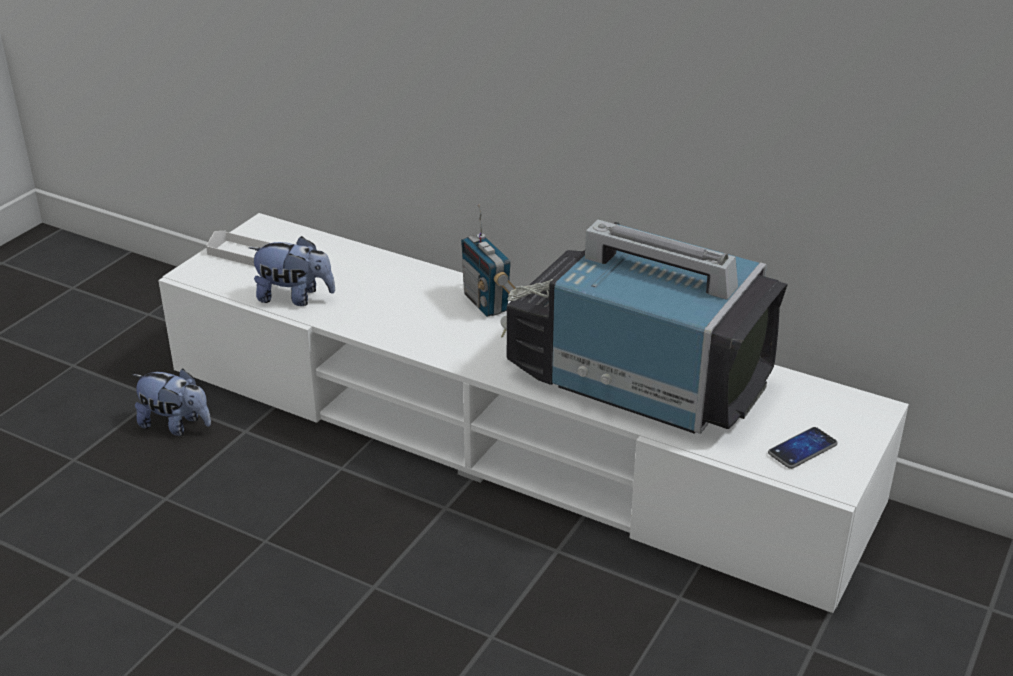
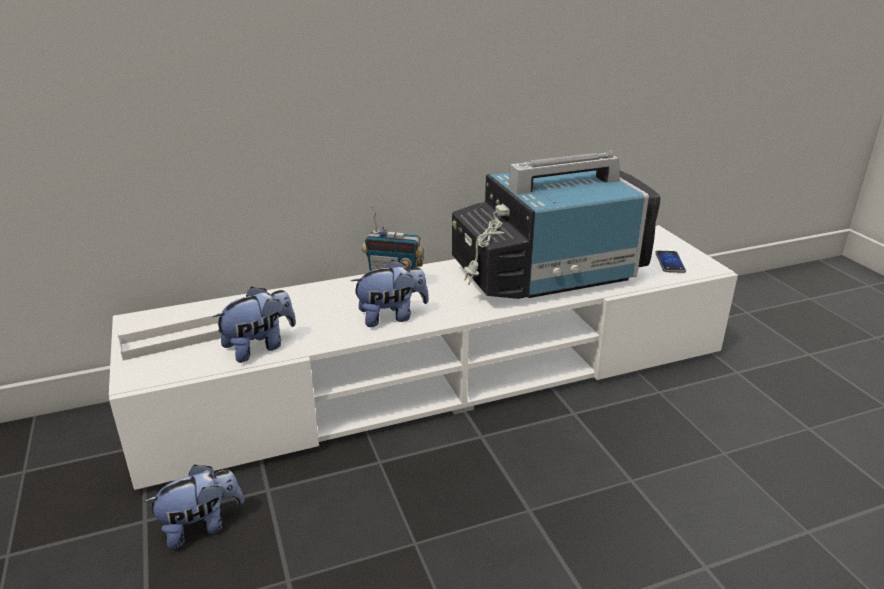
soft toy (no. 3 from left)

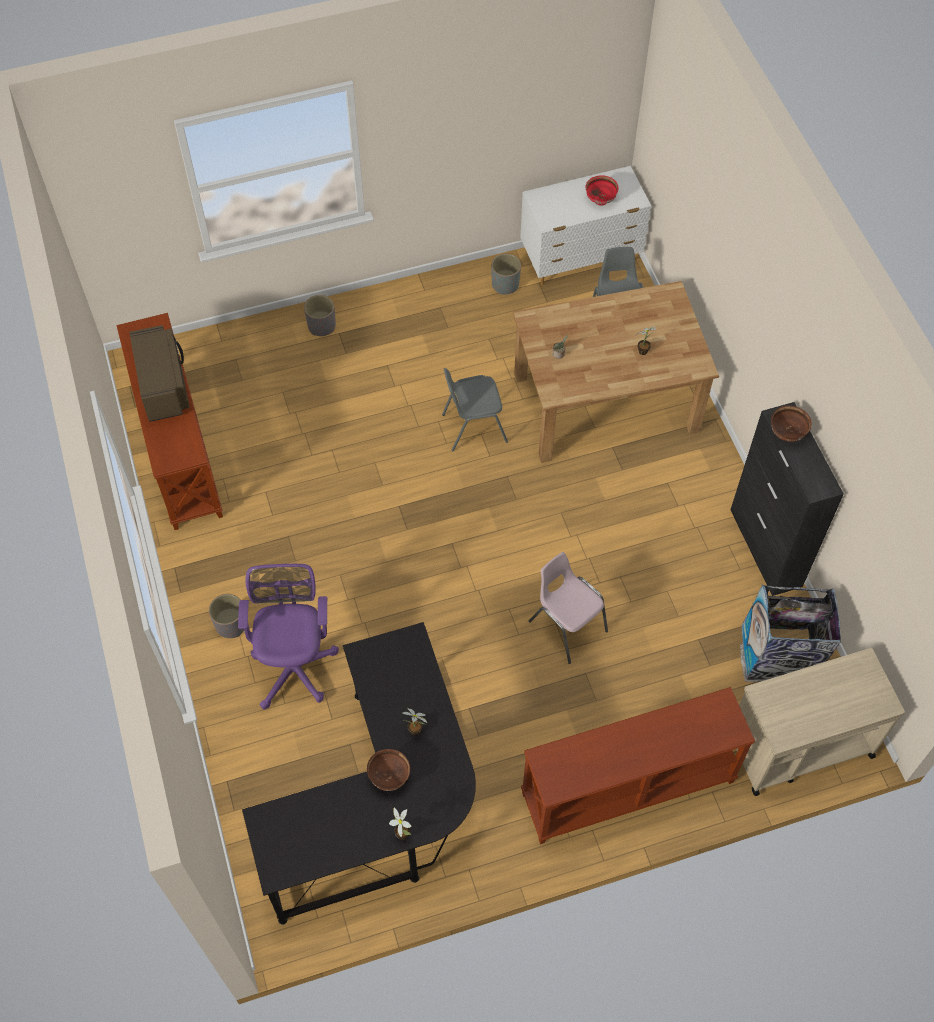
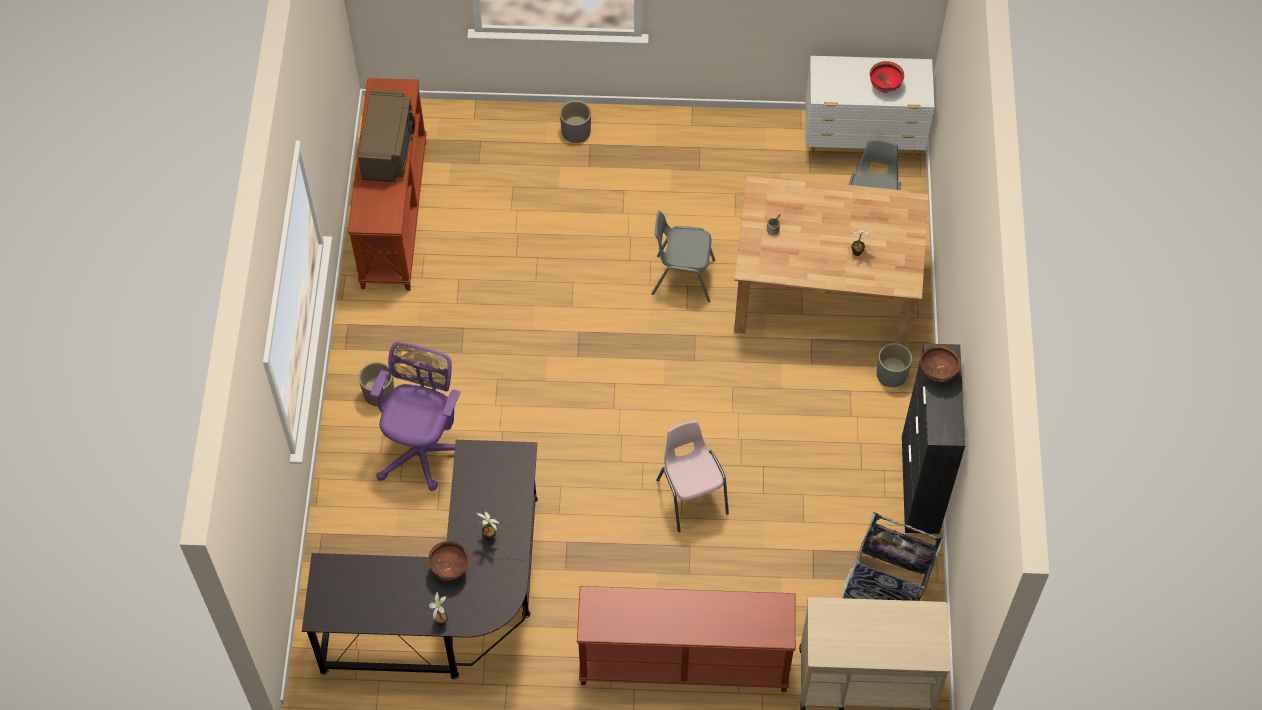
gray planter (no. 3 from left)

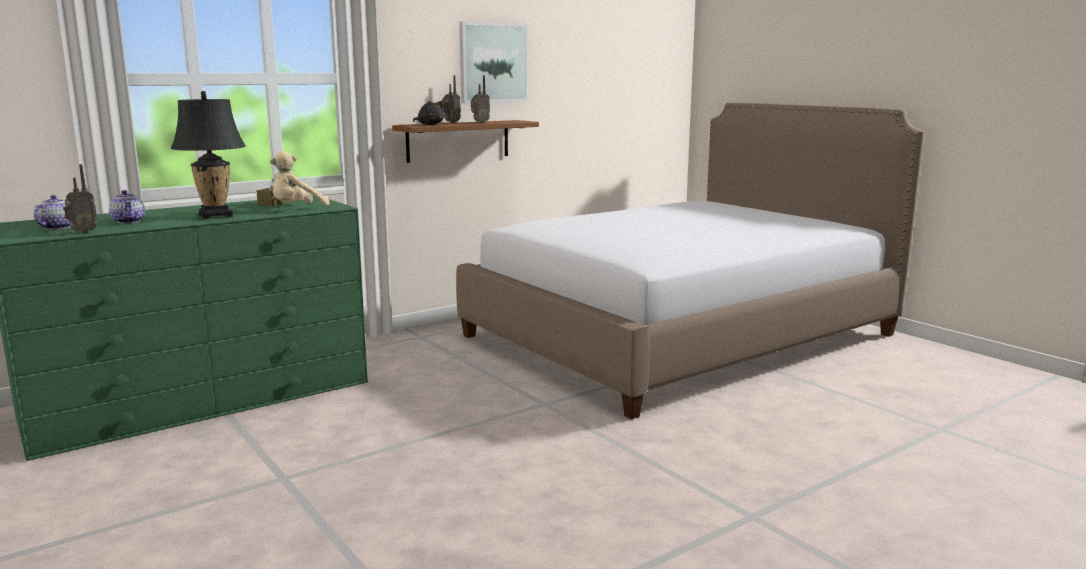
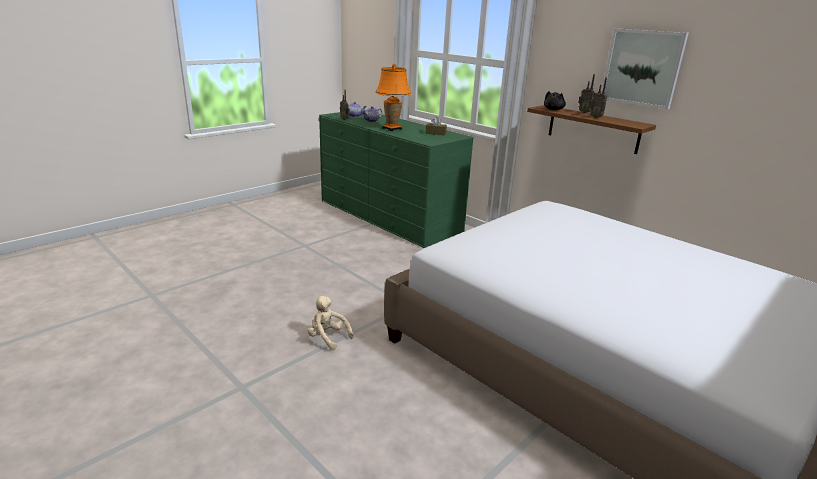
beige soft toy
orangey lamp for a table

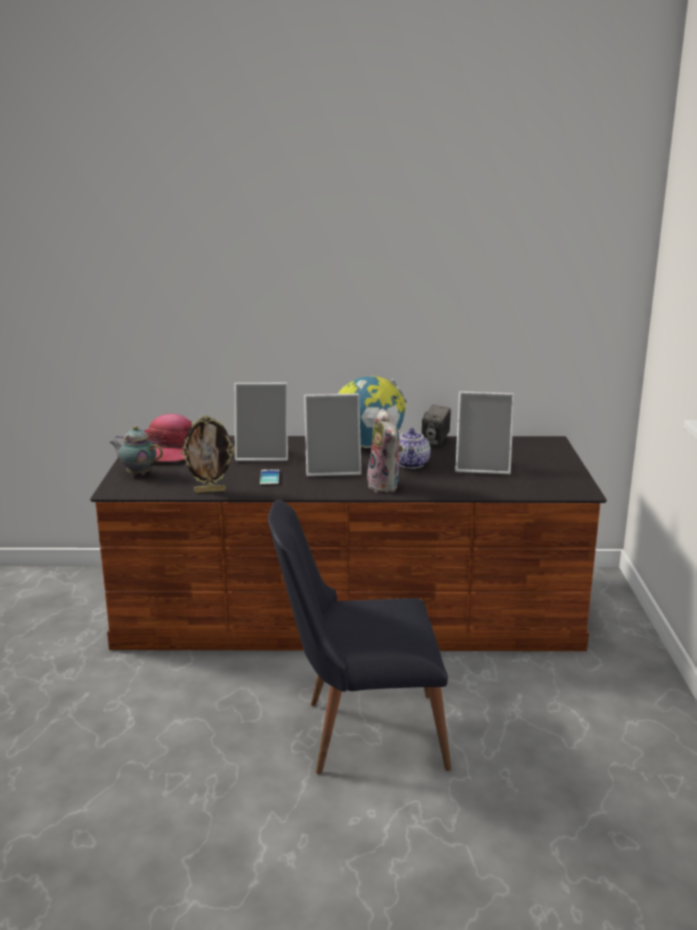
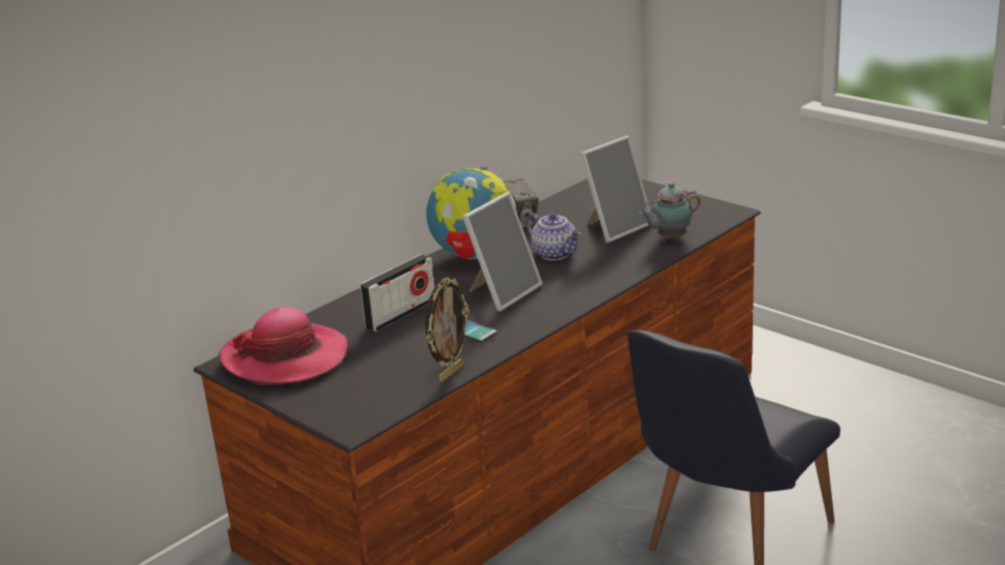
soft toy
pot for tea (no. 2 from left)
radio set

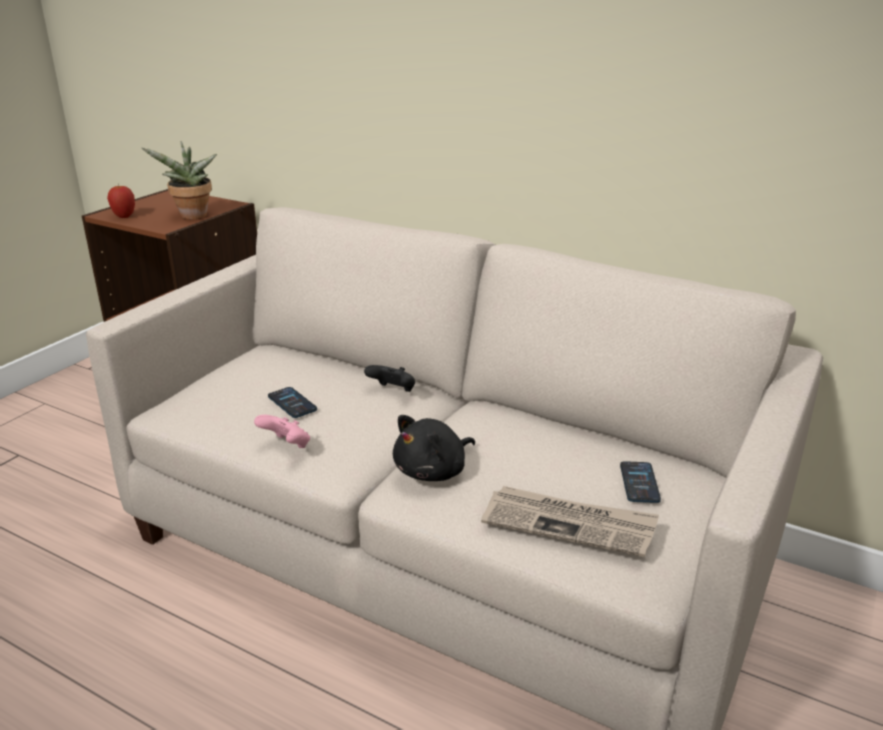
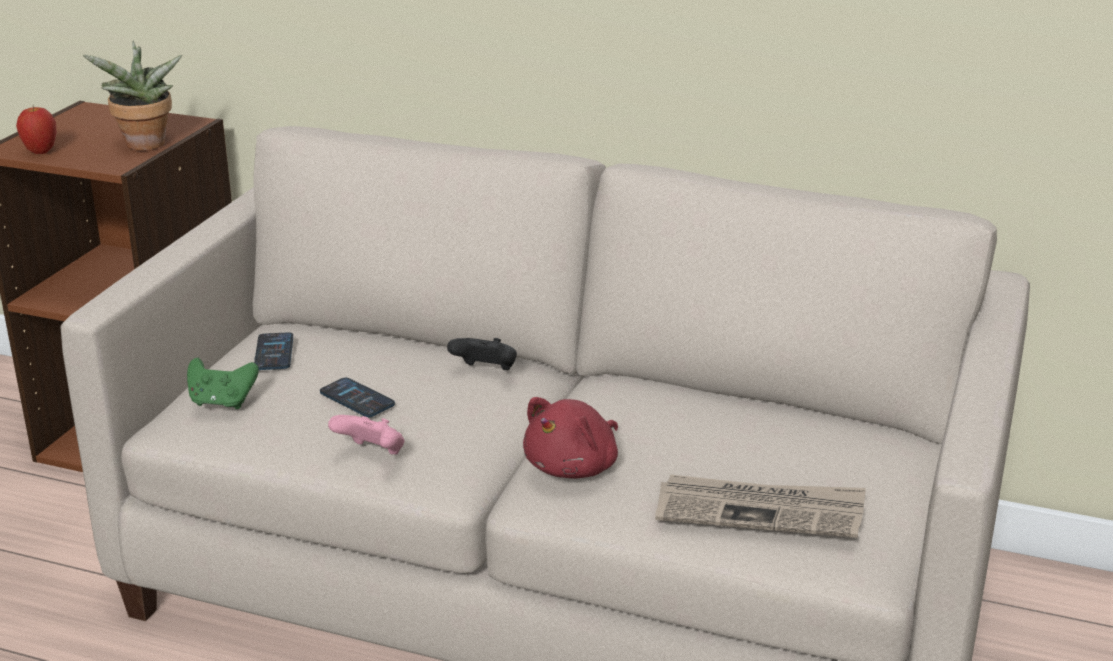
green-coloured gamepad
handset (no. 1 from left)
red soft toy

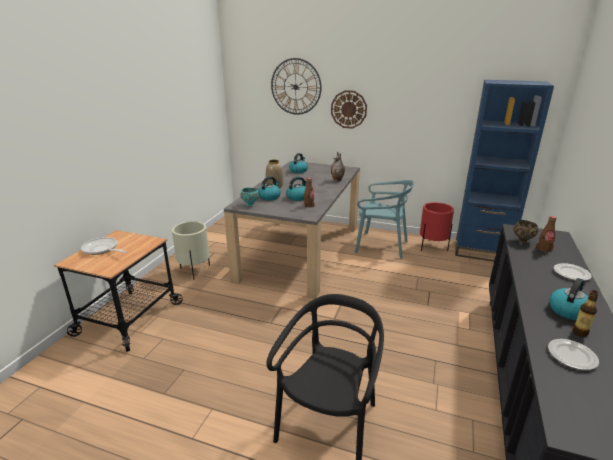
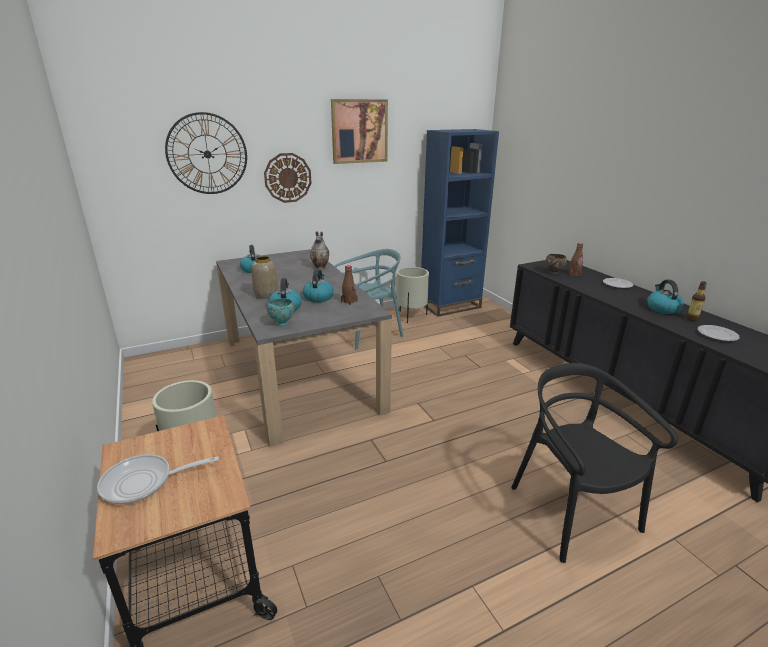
wall art
beige planter (no. 2 from left)

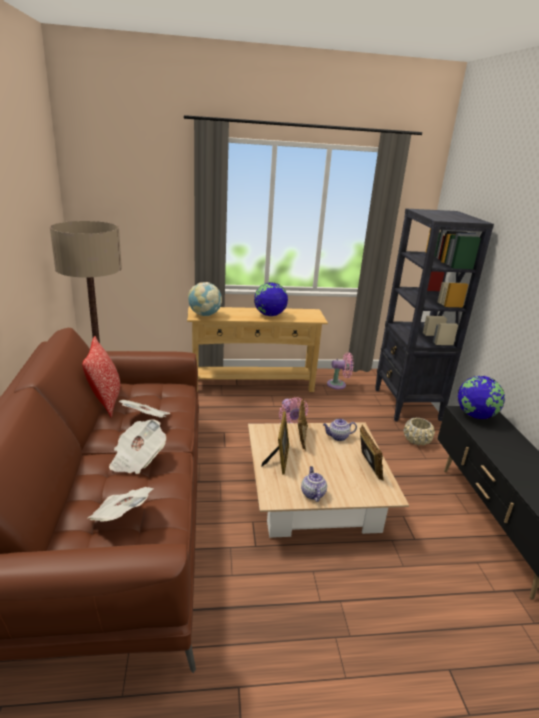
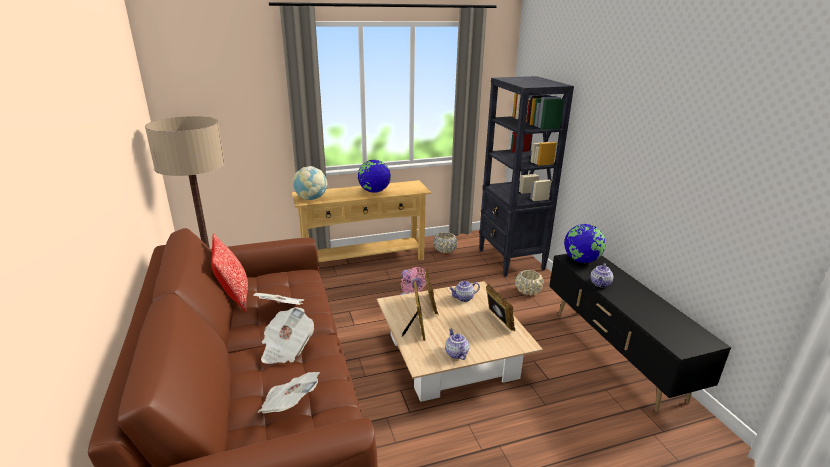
pot for tea (no. 3 from left)
beige planter (no. 1 from left)

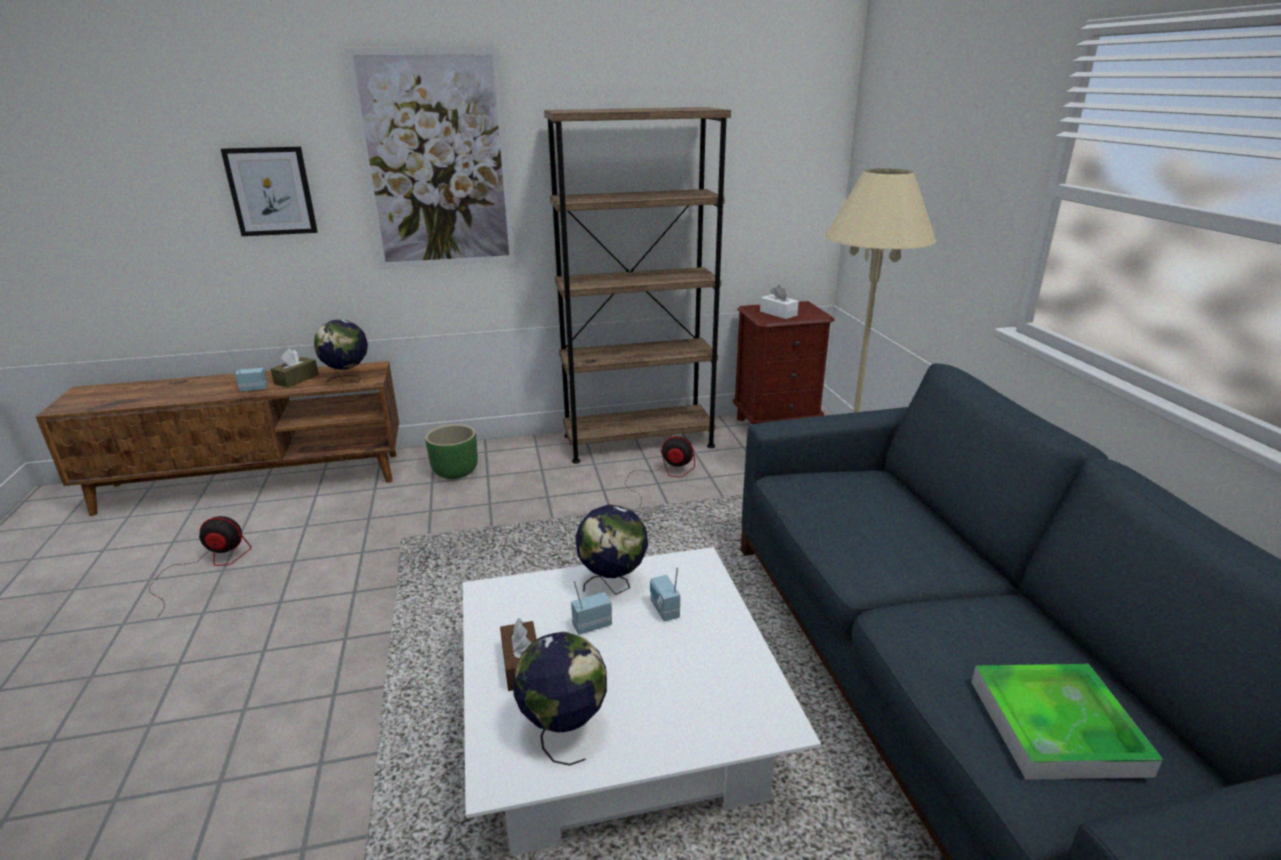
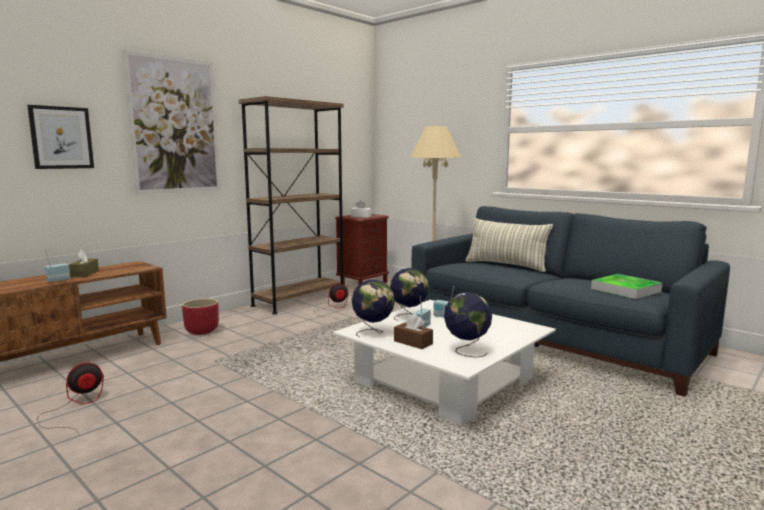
pillow
globe (no. 1 from left)
red planter

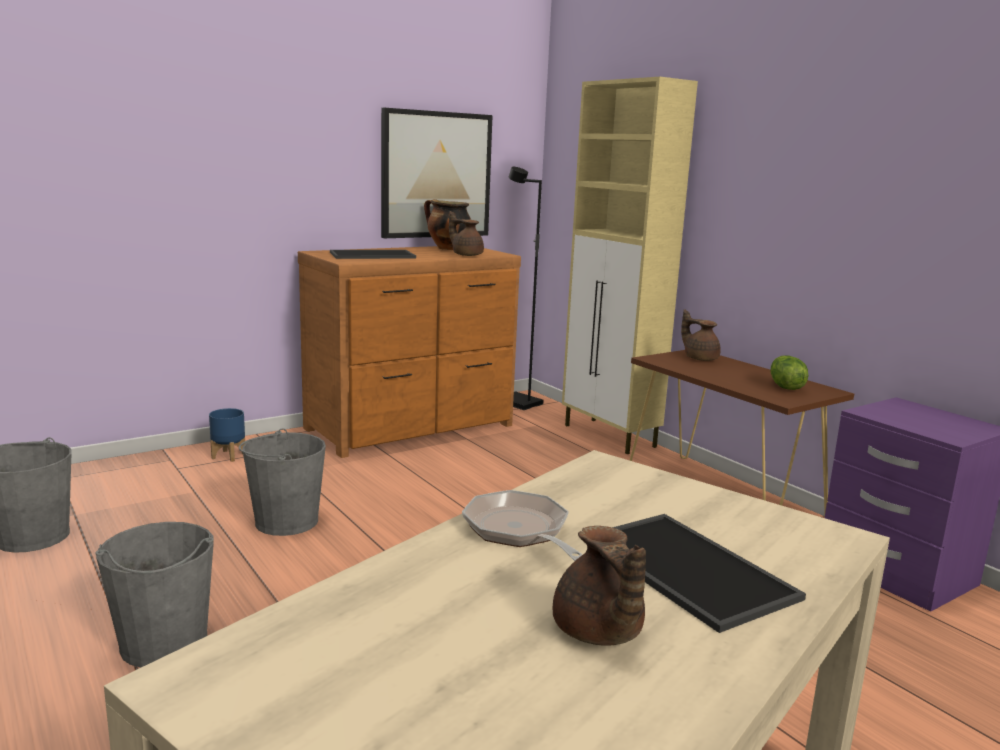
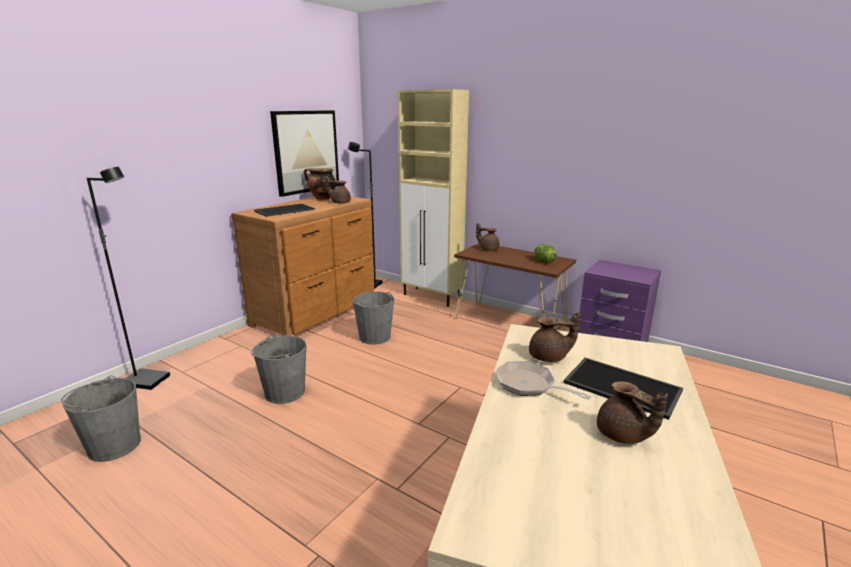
blue planter
black floor lamp (no. 1 from left)
brownish pot for tea (no. 3 from left)
gray bucket (no. 3 from left)

